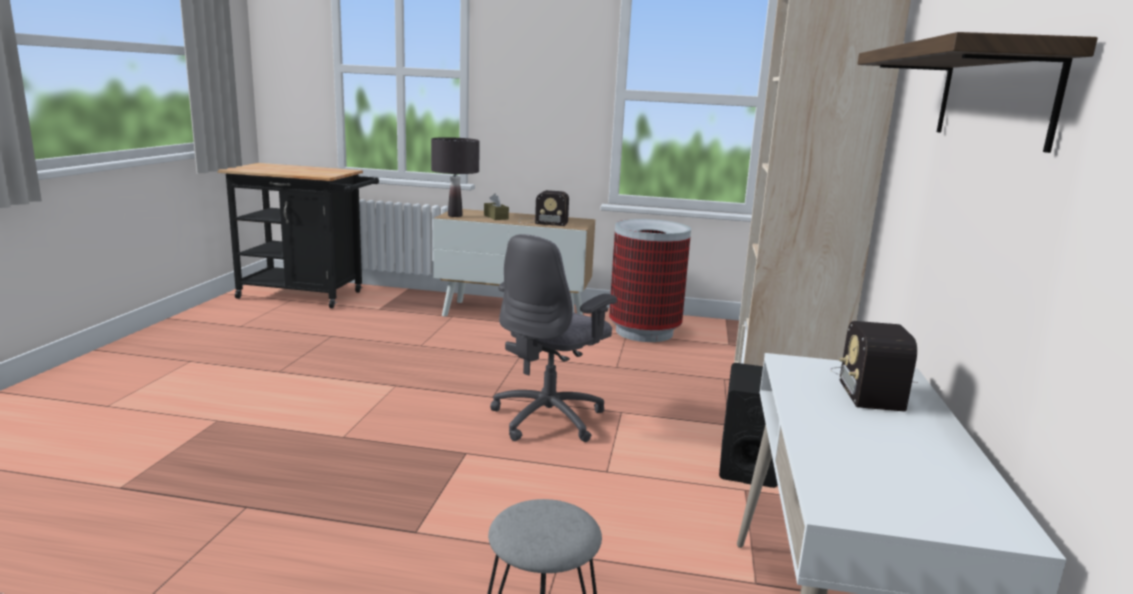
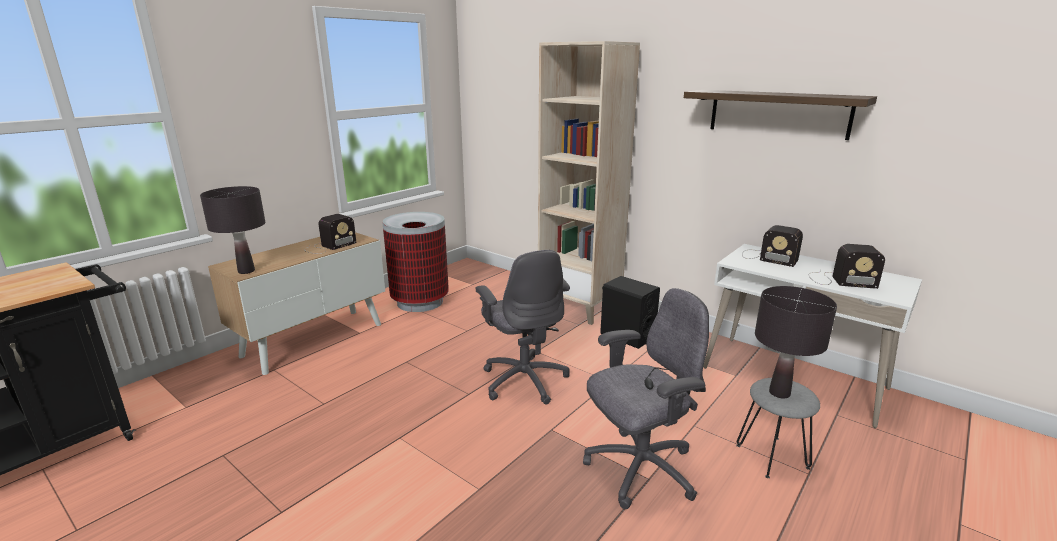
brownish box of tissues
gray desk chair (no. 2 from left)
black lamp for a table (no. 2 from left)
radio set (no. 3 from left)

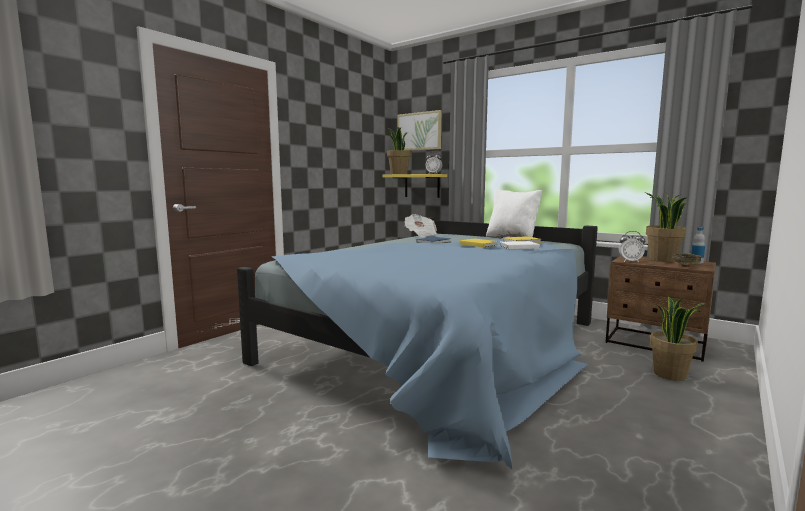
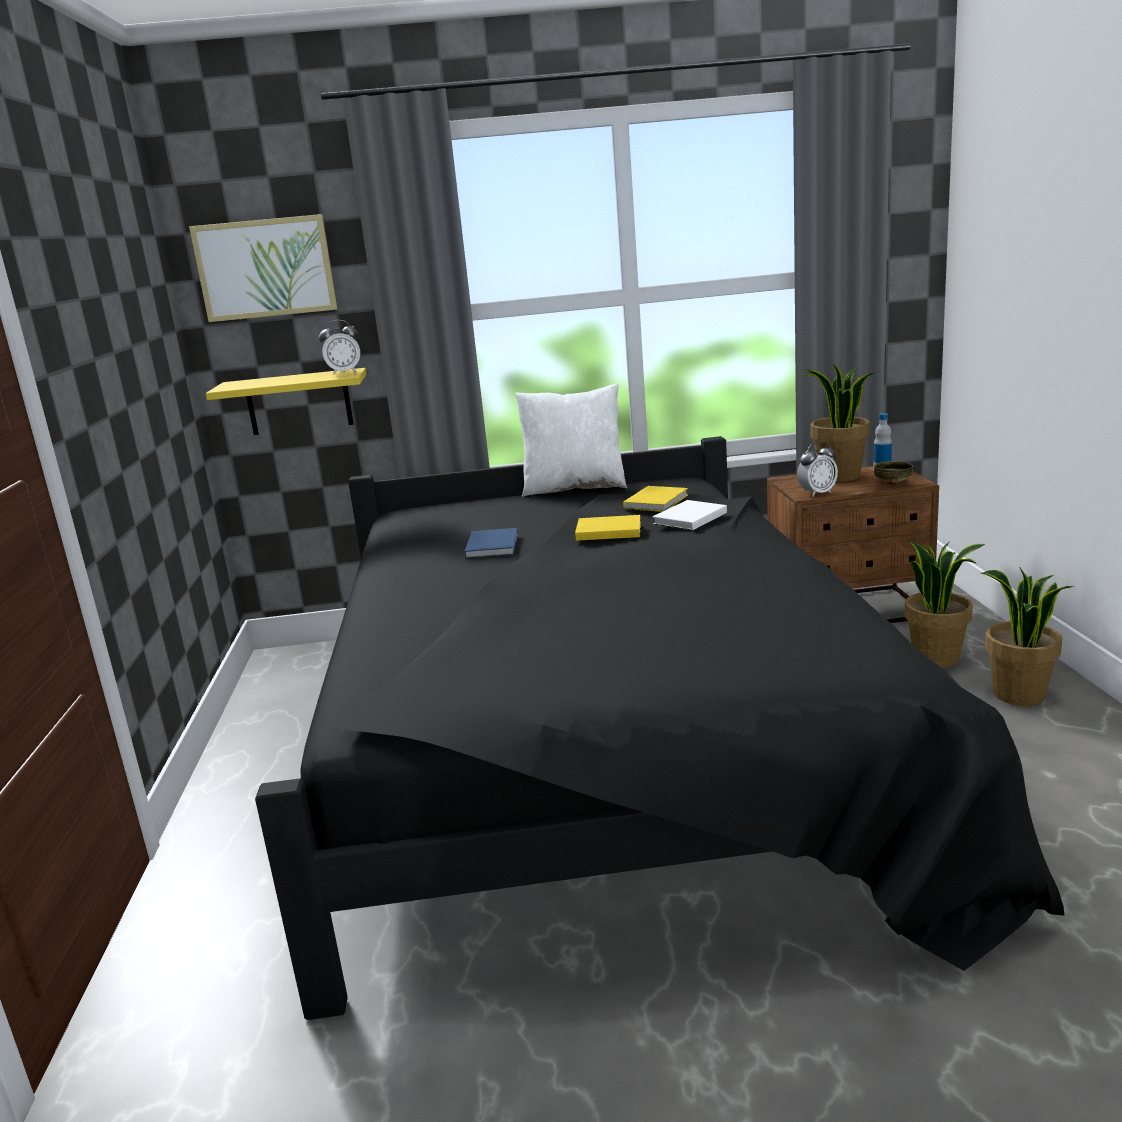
newspaper
houseplant (no. 3 from left)
black bed

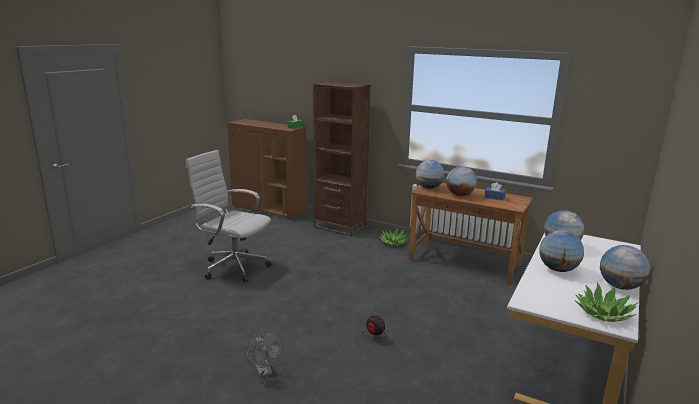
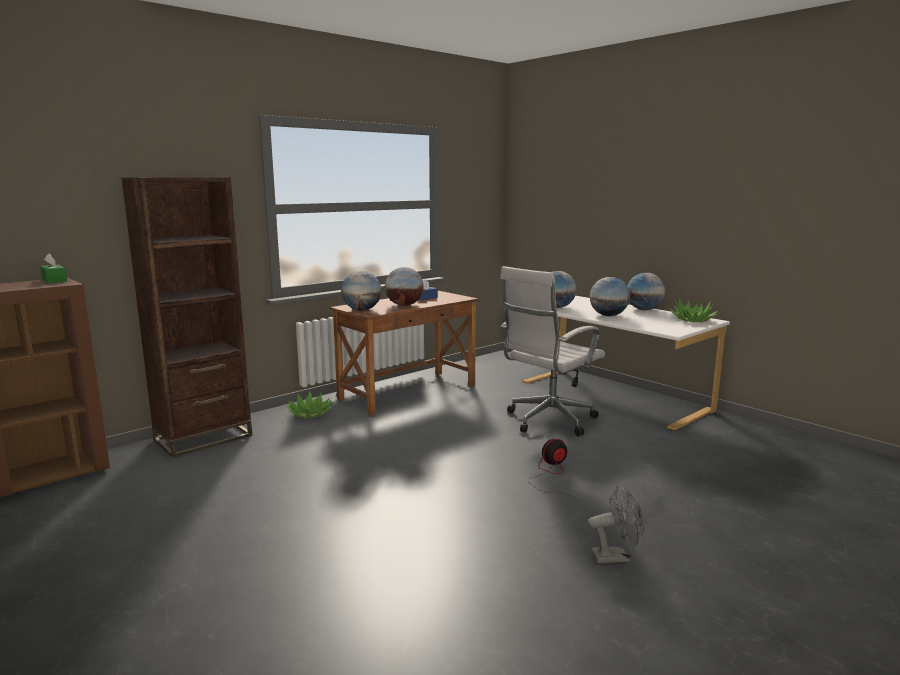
white-coloured desk chair

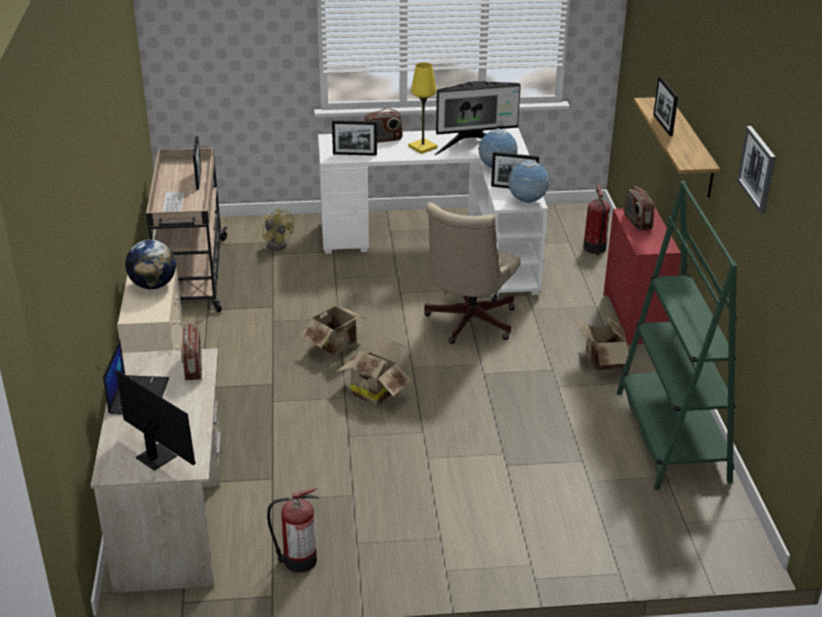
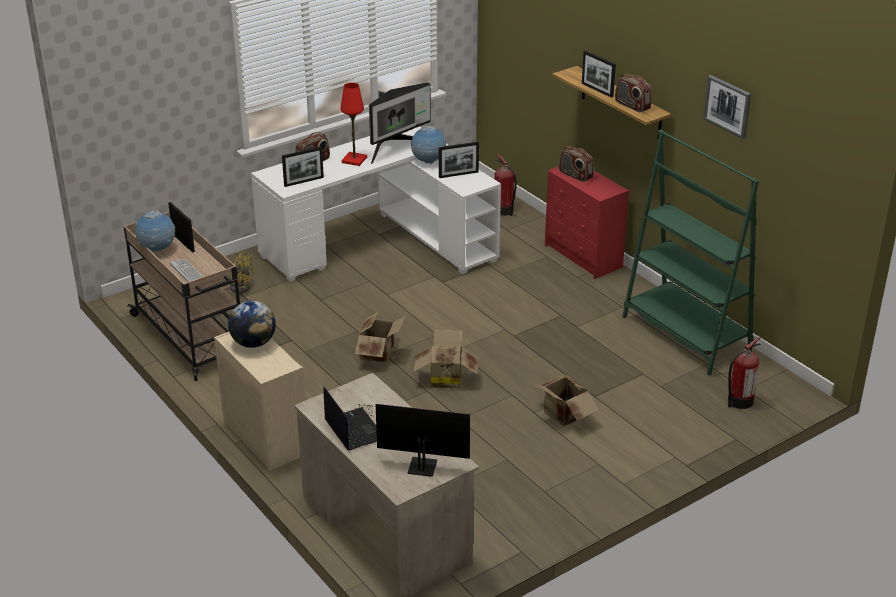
beige desk chair
radio set (no. 3 from left)
extinguisher (no. 2 from left)
globe (no. 1 from left)
carton (no. 3 from left)
red lamp for a table

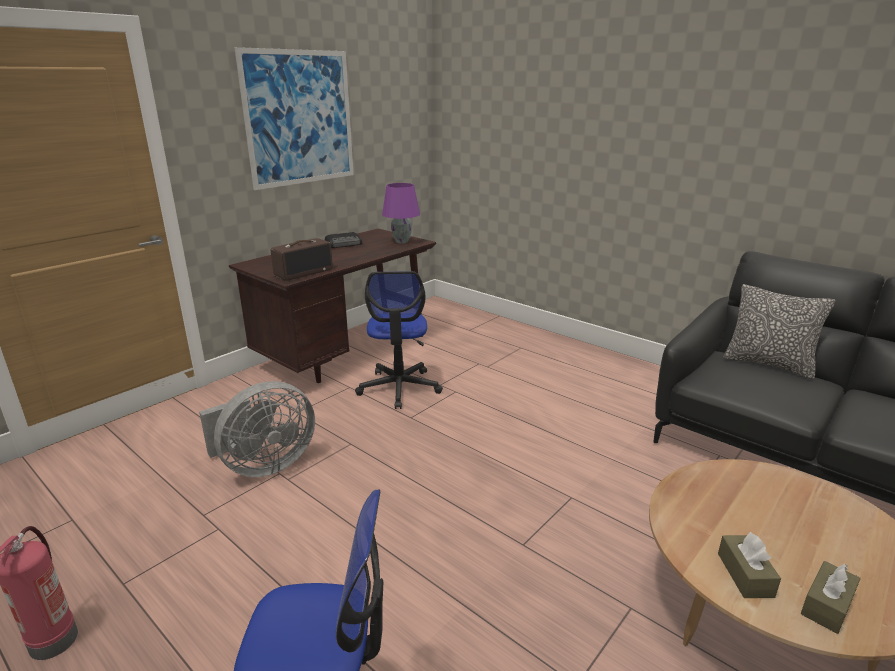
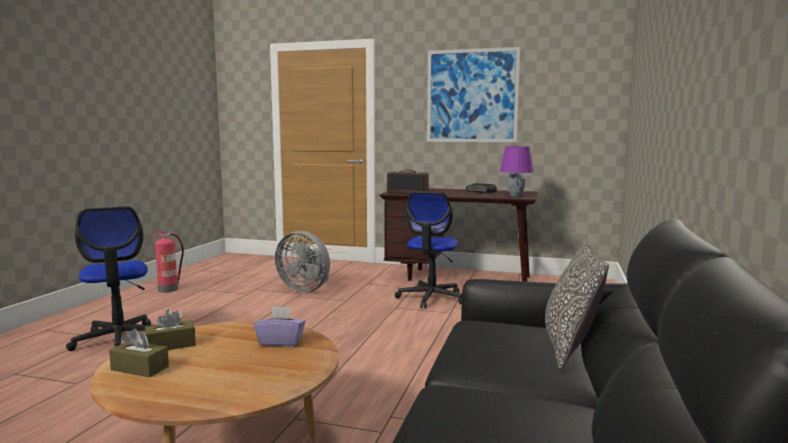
purplish box of tissues
desk chair (no. 2 from left)

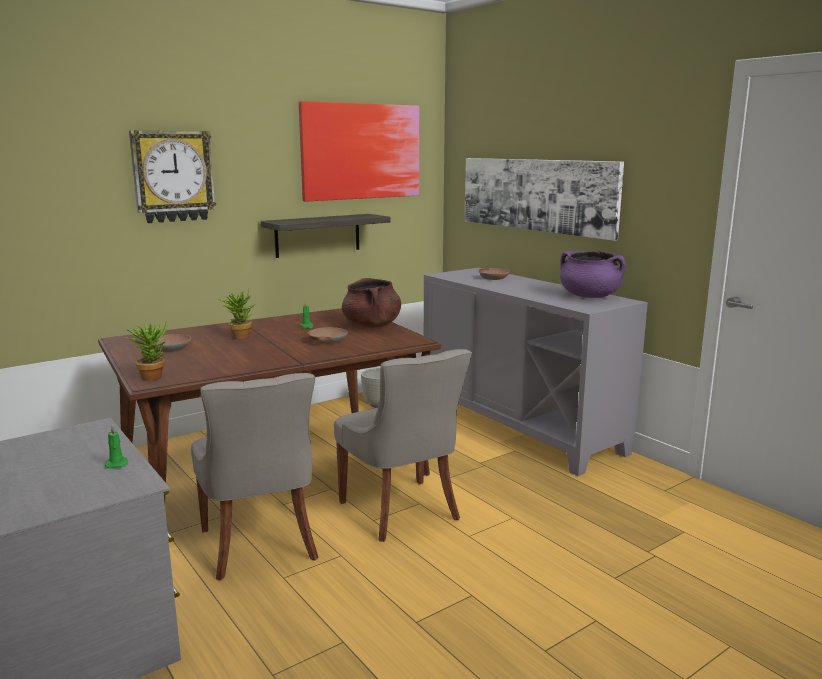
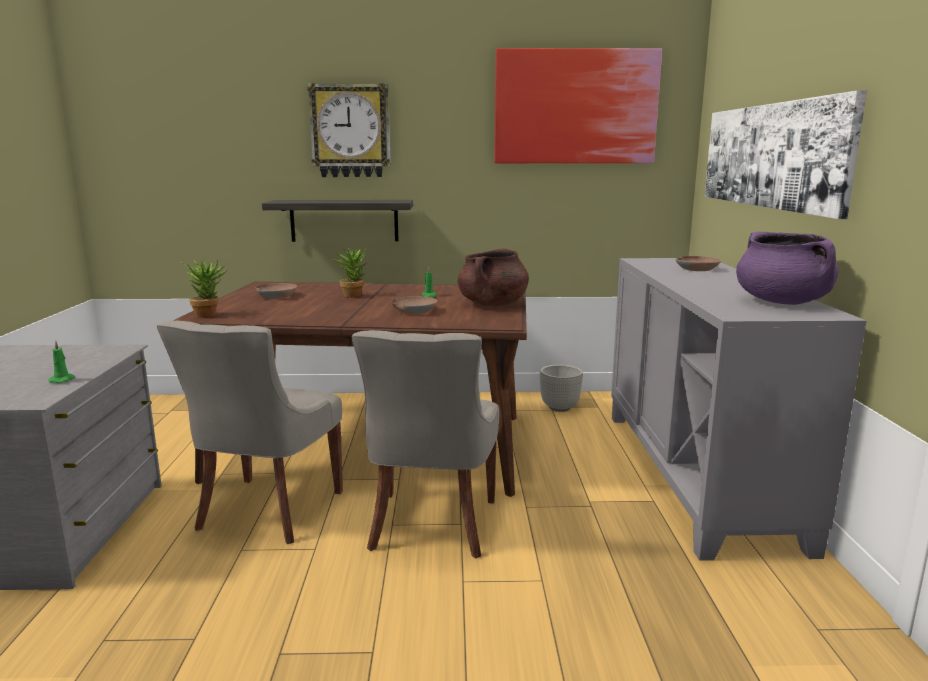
shelf

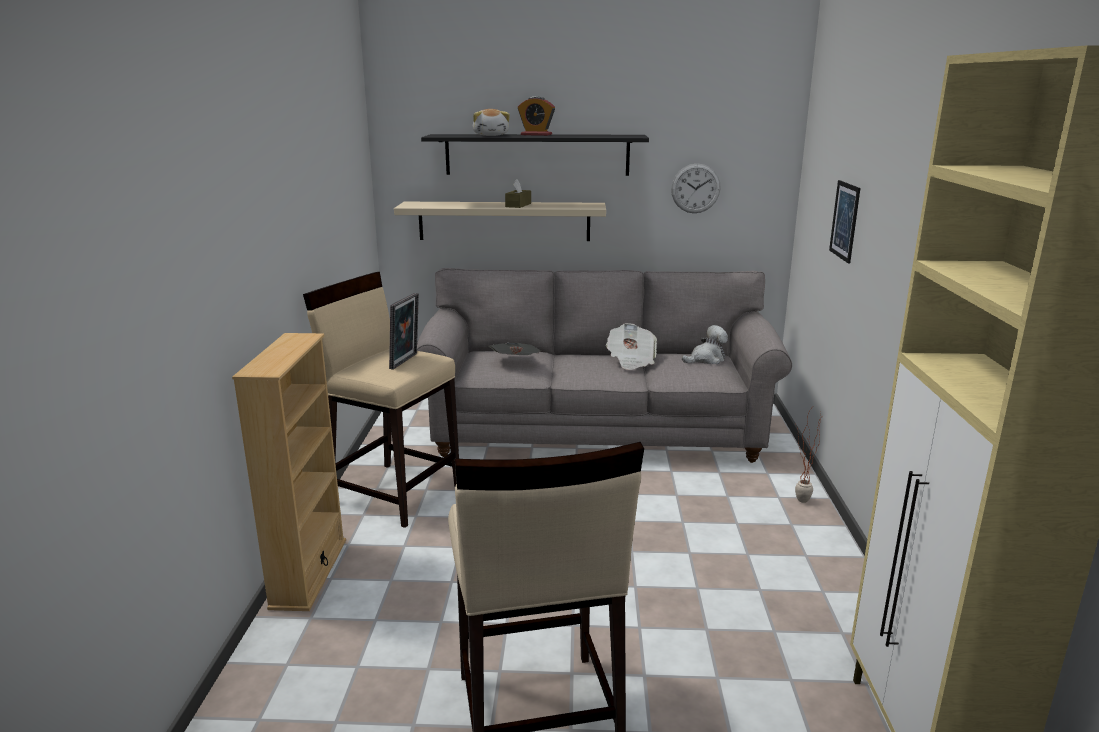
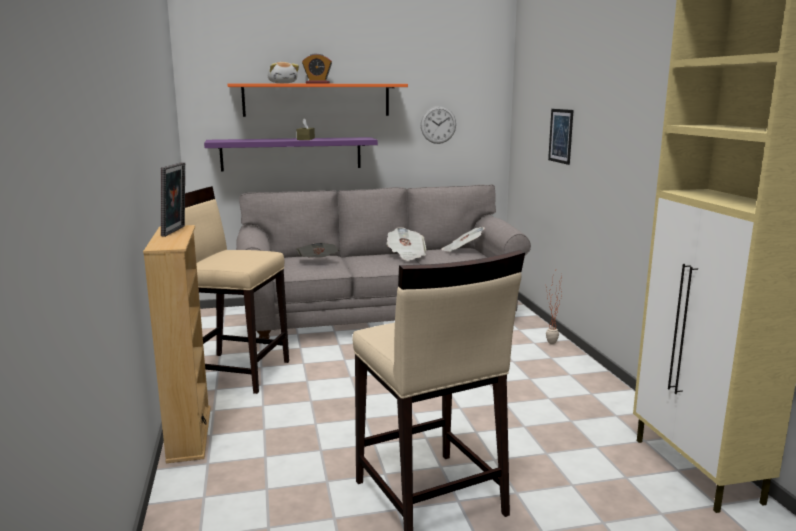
picture frame
newspaper (no. 3 from left)
purplish shelf
orangey shelf

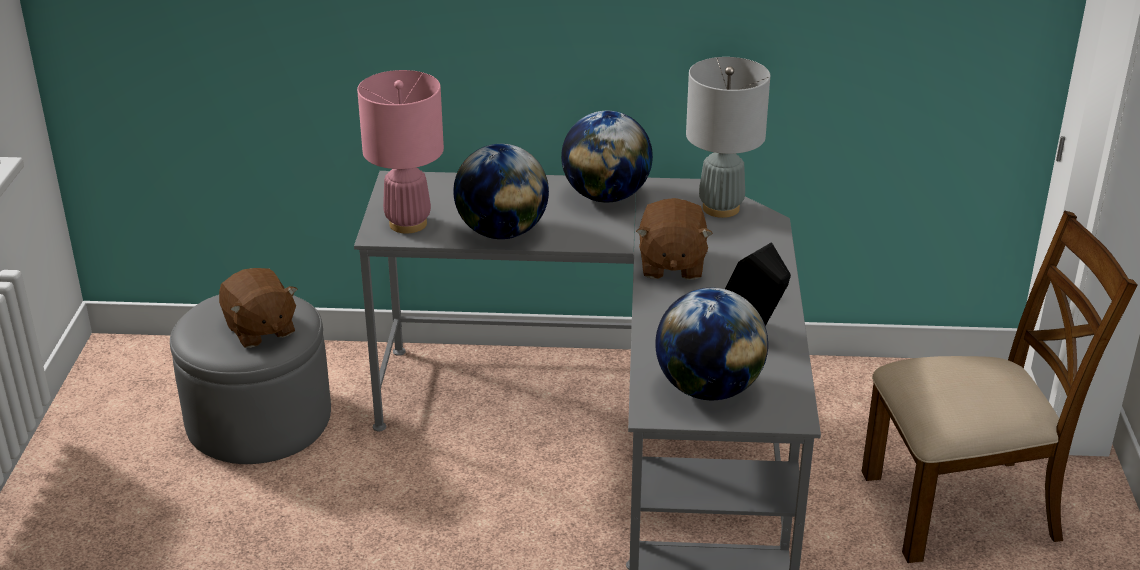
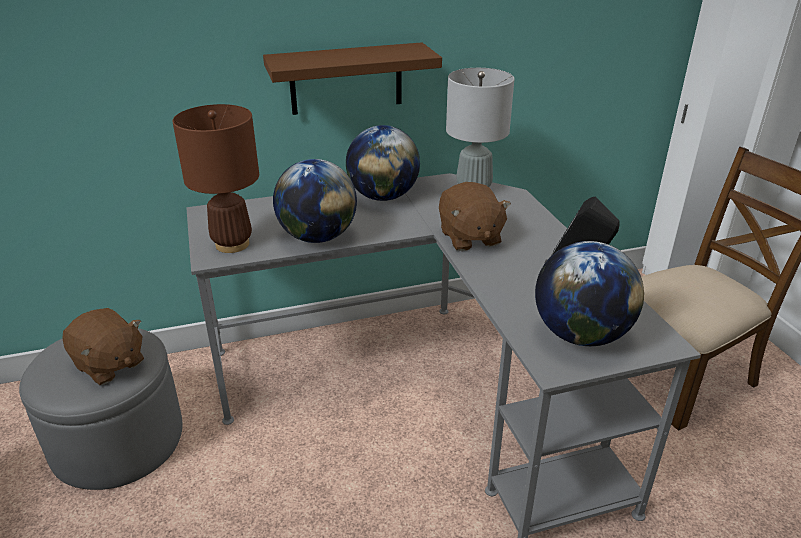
brownish shelf
brownish lamp for a table

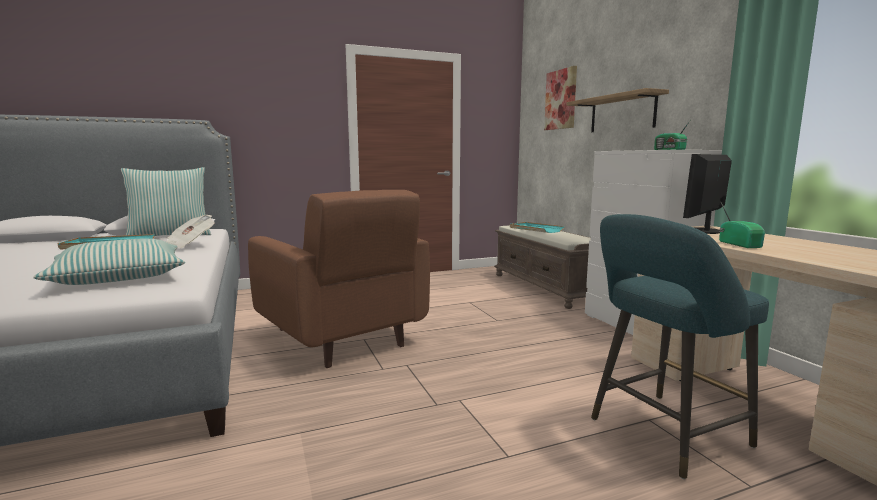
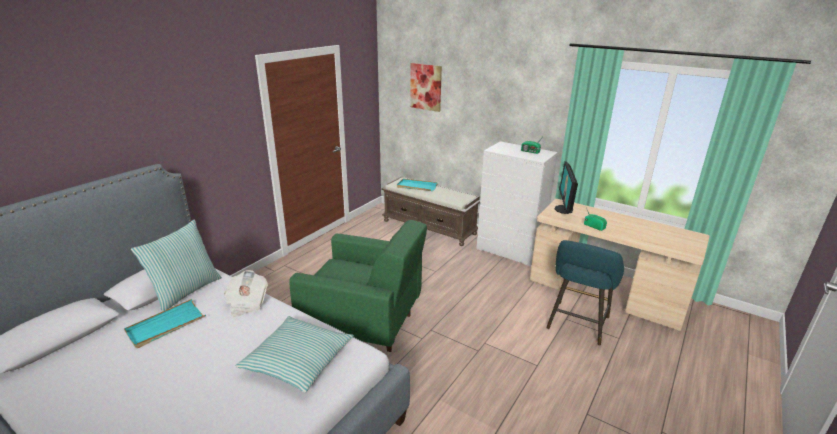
shelf
green-coloured easy chair

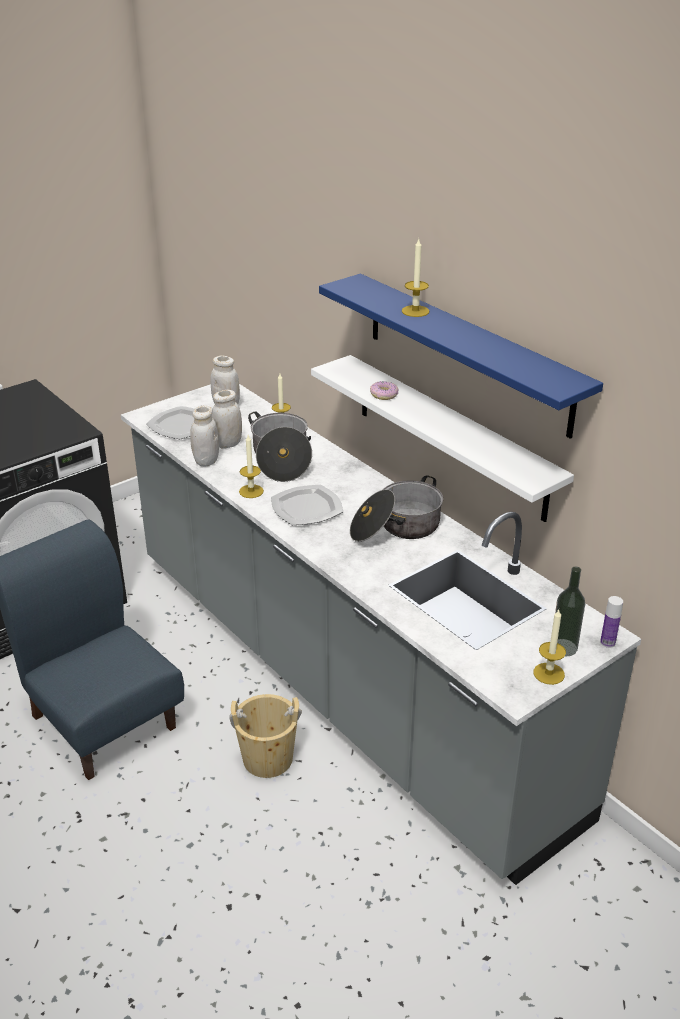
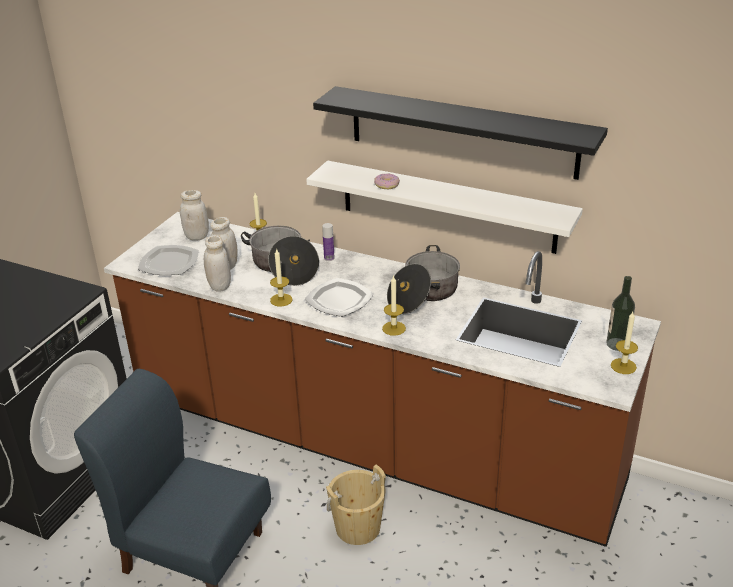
wax light (no. 3 from left)
beverage bottle (no. 1 from left)
brownish kitchen counter
black shelf

